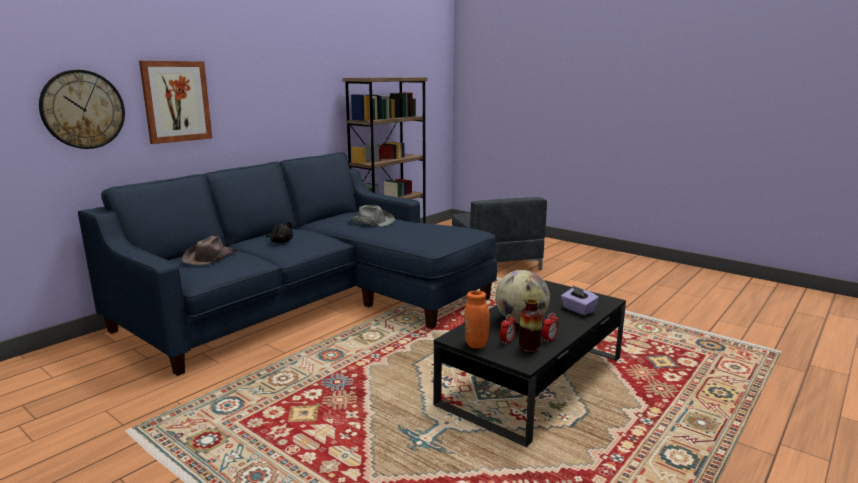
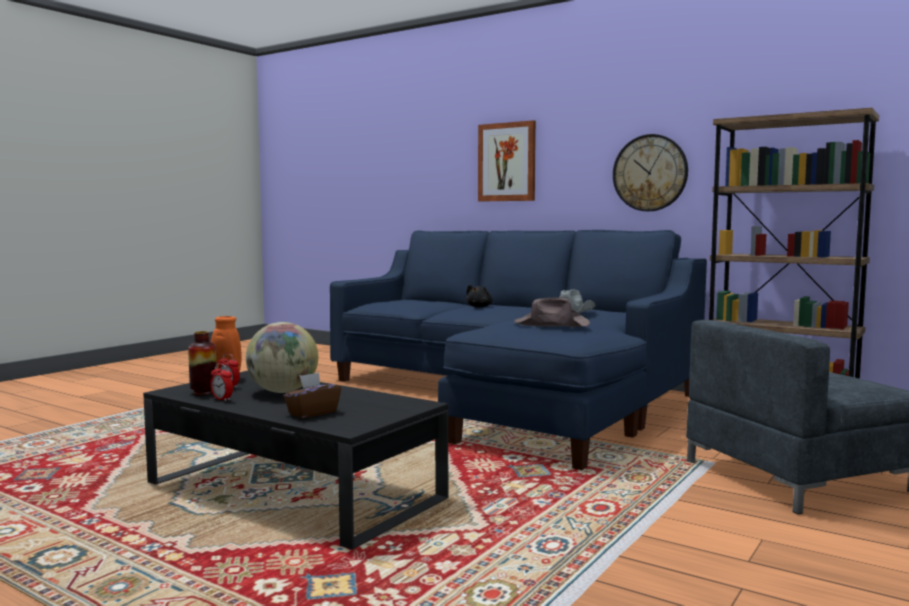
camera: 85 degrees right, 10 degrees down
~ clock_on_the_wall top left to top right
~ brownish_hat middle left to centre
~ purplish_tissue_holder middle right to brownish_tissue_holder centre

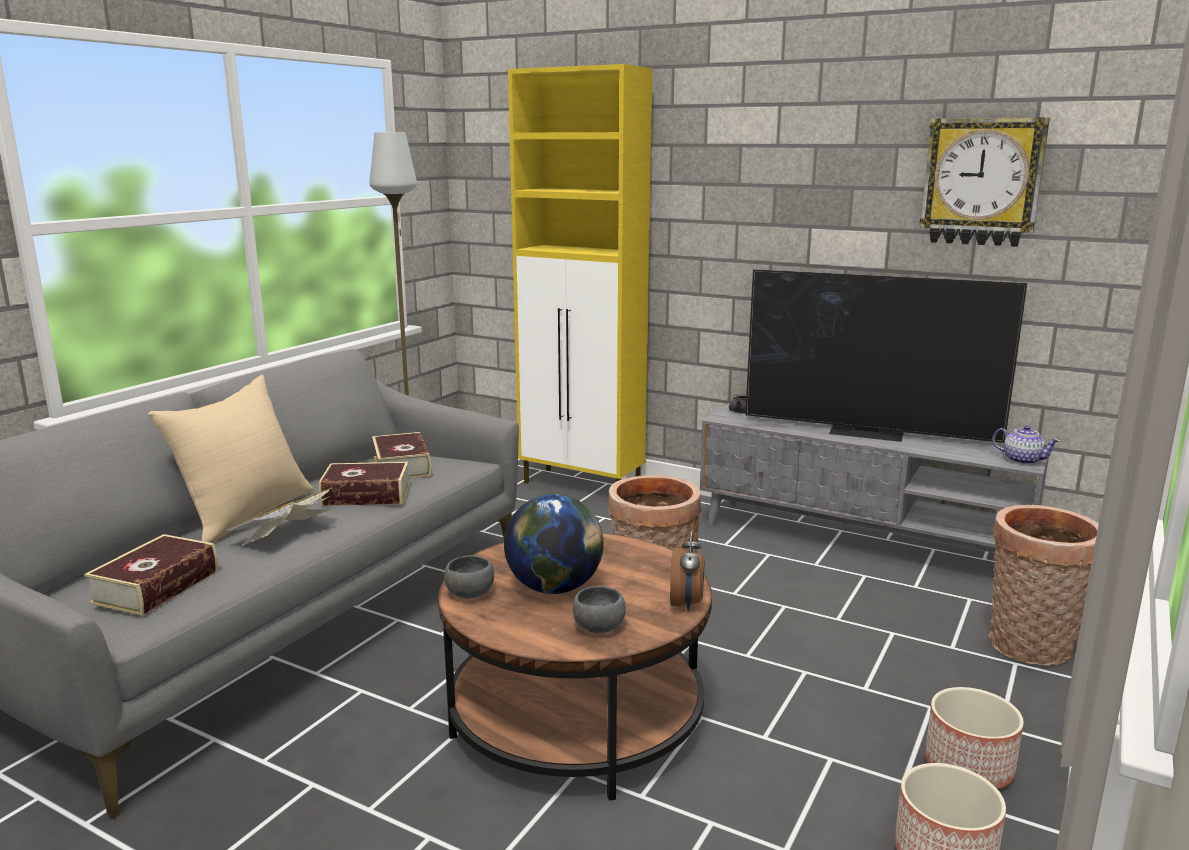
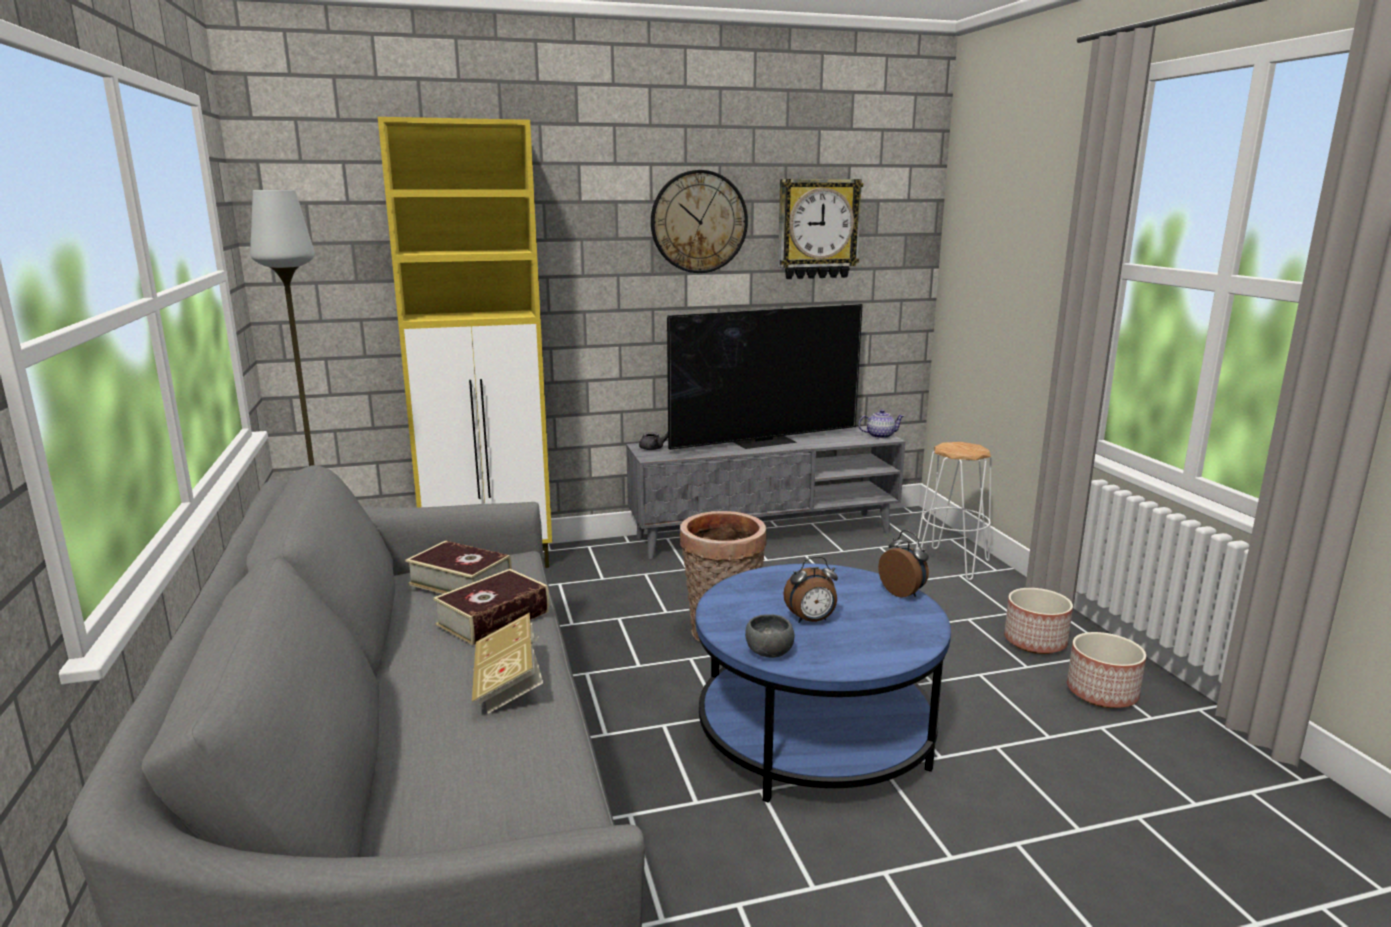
camera: 45 degrees left, 0 degrees up
- volume (1st from left) bottom left
- beige_cushion middle left
~ brownish_coffee_table bottom centre to blue_coffee_table bottom centre
~ globe centre to bedside_clock (1st from left) centre
- gray_bowl (2nd from left) bottom centre
~ storage_basket (2nd from left) bottom right to white_stool middle right
+ clock_on_the_wall (1st from left) top centre

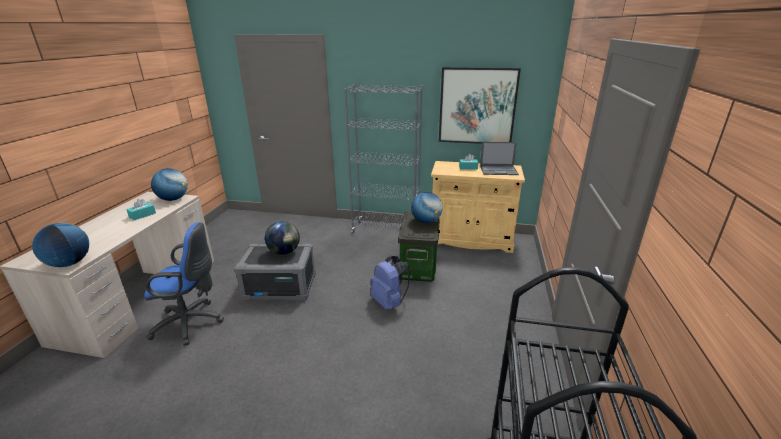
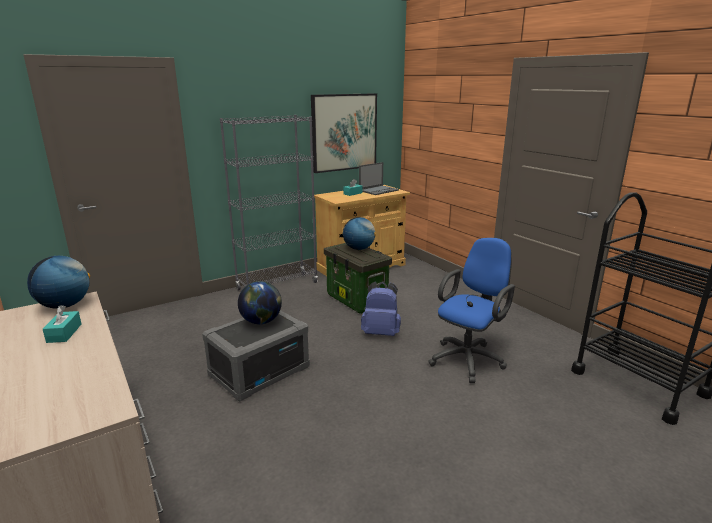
camera: 45 degrees left, 5 degrees down
- globe (1st from left) middle left
~ blue_desk_chair middle left to centre

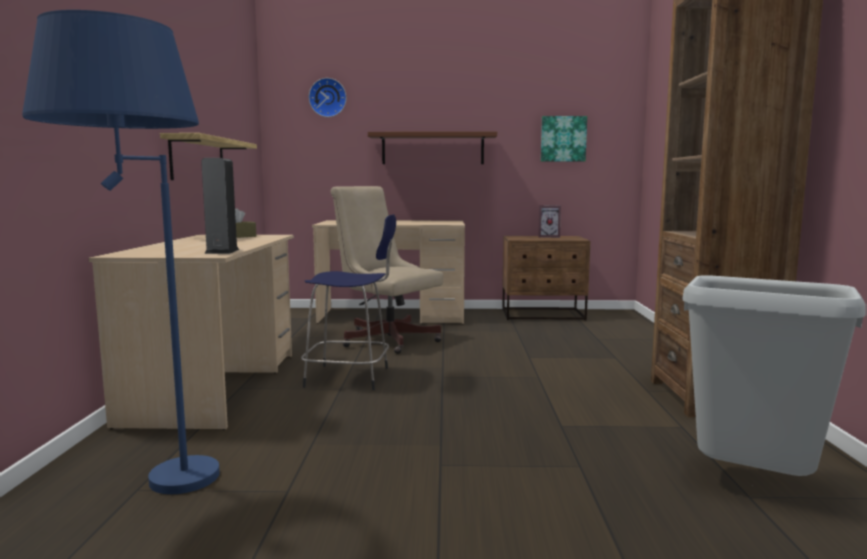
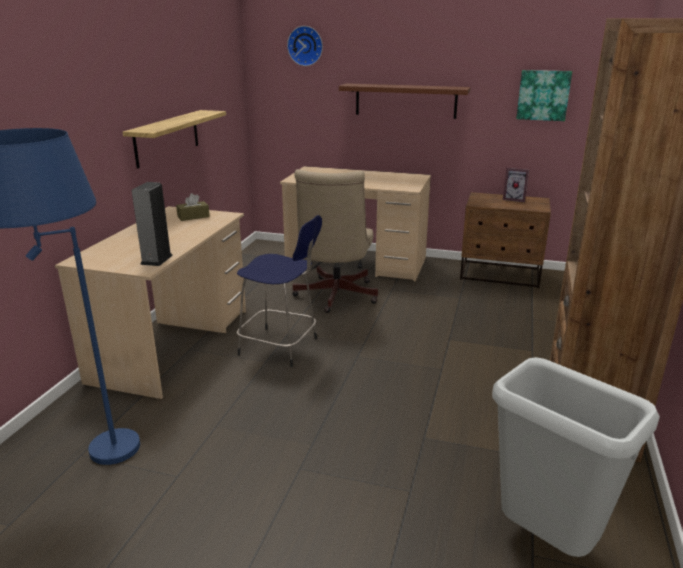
camera: 15 degrees right, 15 degrees up
~ beige_desk_chair centre = centre 135 degrees counterclockwise

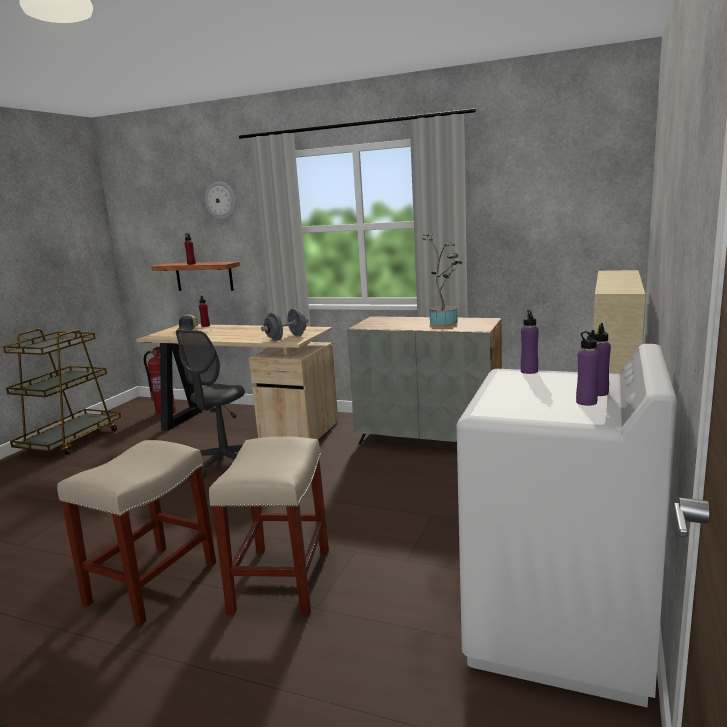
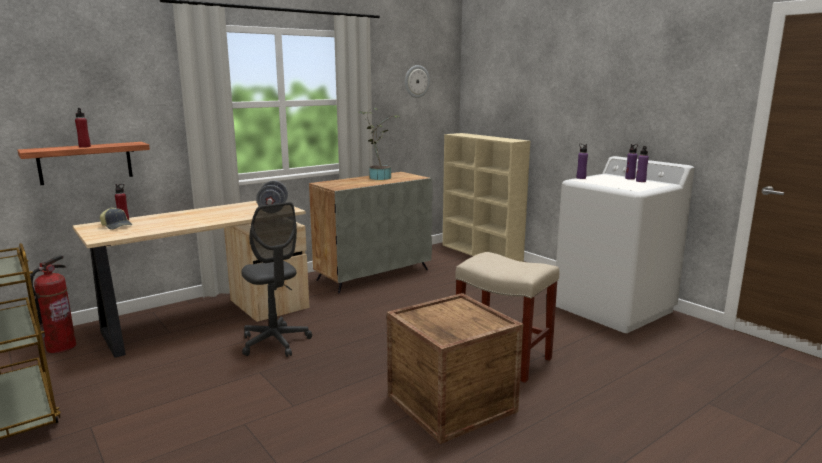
camera: 60 degrees left, 0 degrees up
~ beige_stool (1st from left) bottom left to shipping_crate bottom centre
~ clock_on_the_wall top left to top centre

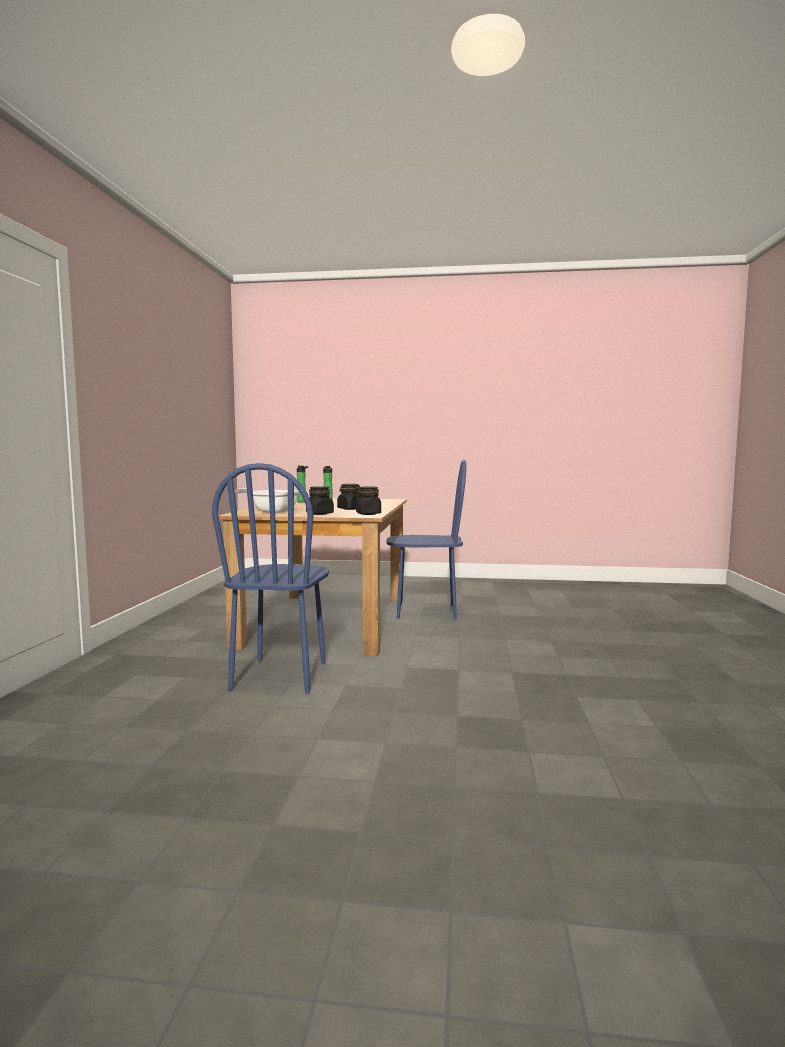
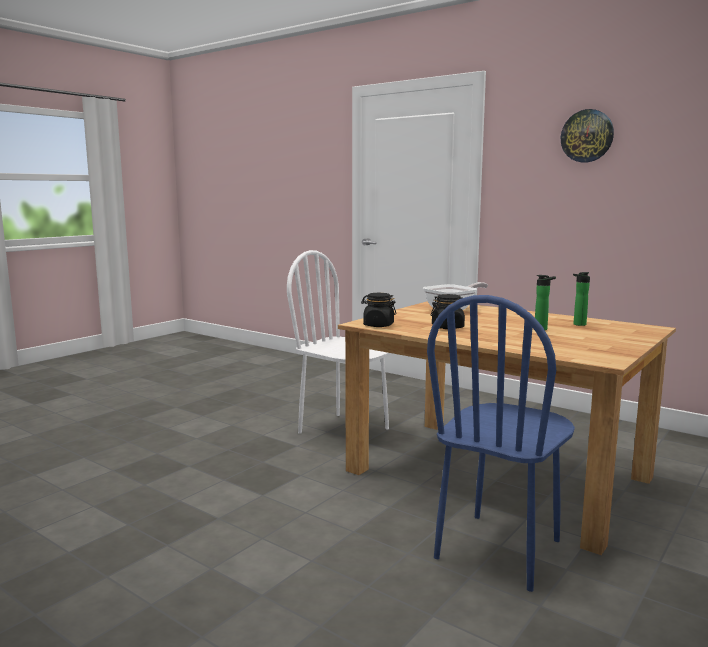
camera: 120 degrees right, 5 degrees up
~ blue_plain_chair (1st from left) centre to white_plain_chair centre
- blackish_jar (1st from left) centre
+ clock_on_the_wall top right

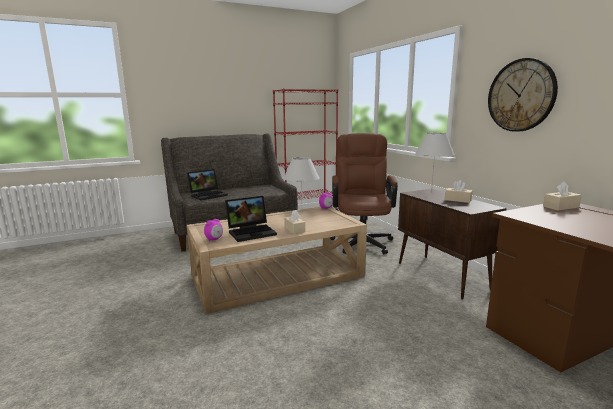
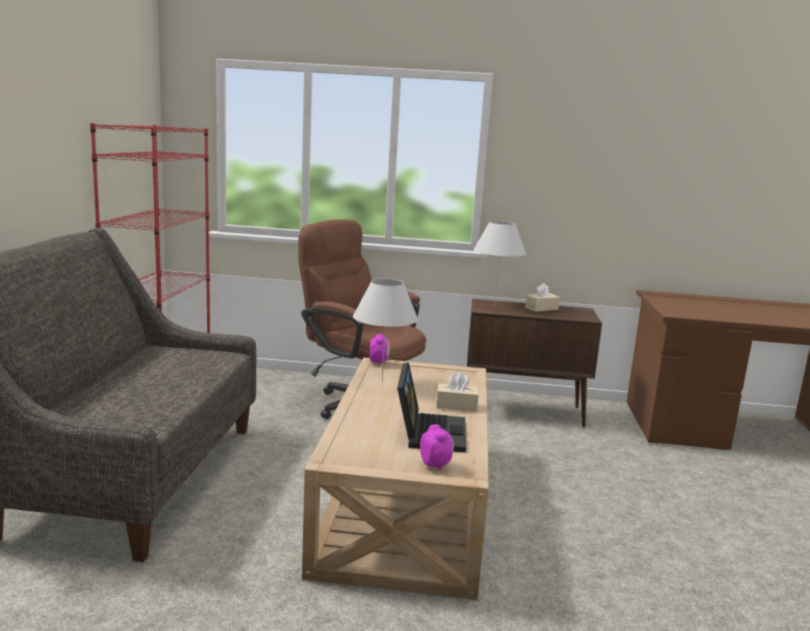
camera: 60 degrees left, 0 degrees up
- portable_computer (1st from left) centre
- clock_on_the_wall top right
- beige_tissue_holder (3rd from left) middle right

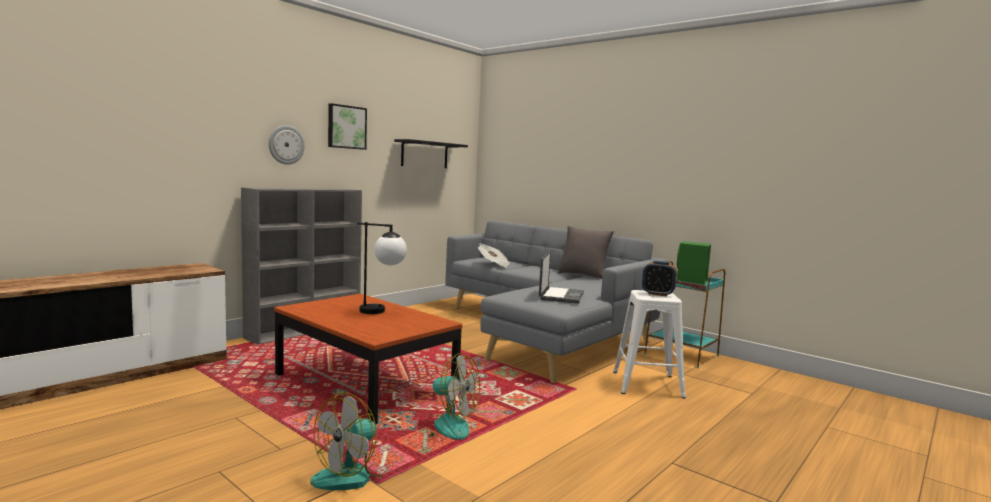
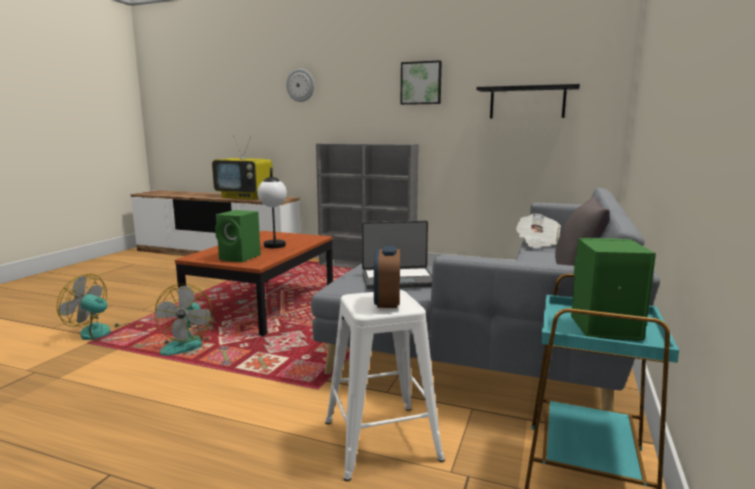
camera: 70 degrees right, 5 degrees up
~ clock_on_the_wall top left to top centre
+ television middle left
+ green_speaker (1st from left) middle left

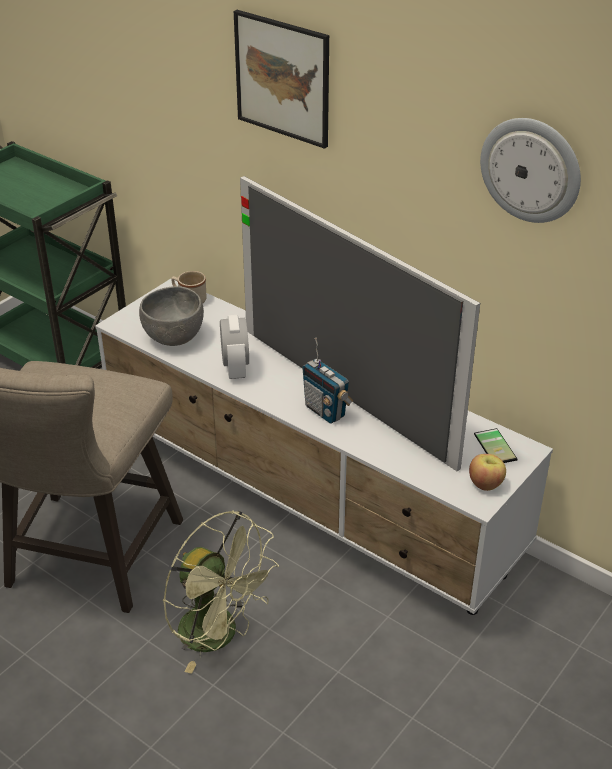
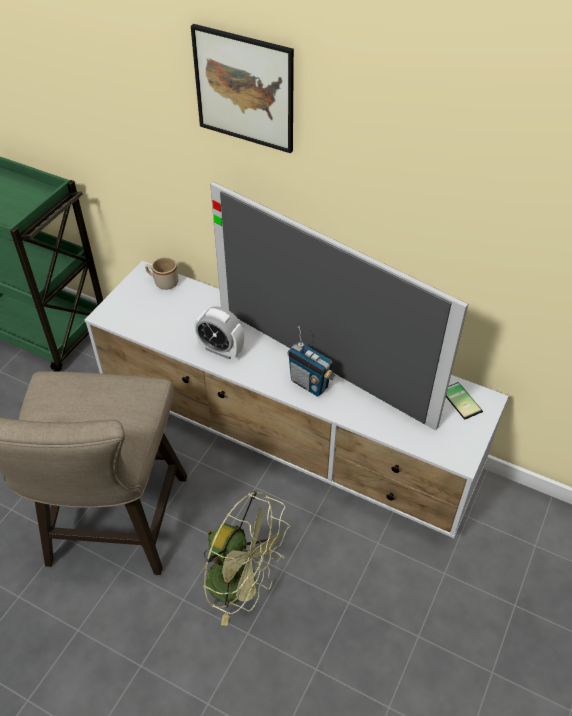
camera: 10 degrees left, 10 degrees up
- gray_bowl middle left
~ bedside_clock centre = centre 135 degrees clockwise
- whole_apple middle right
- clock_on_the_wall top right

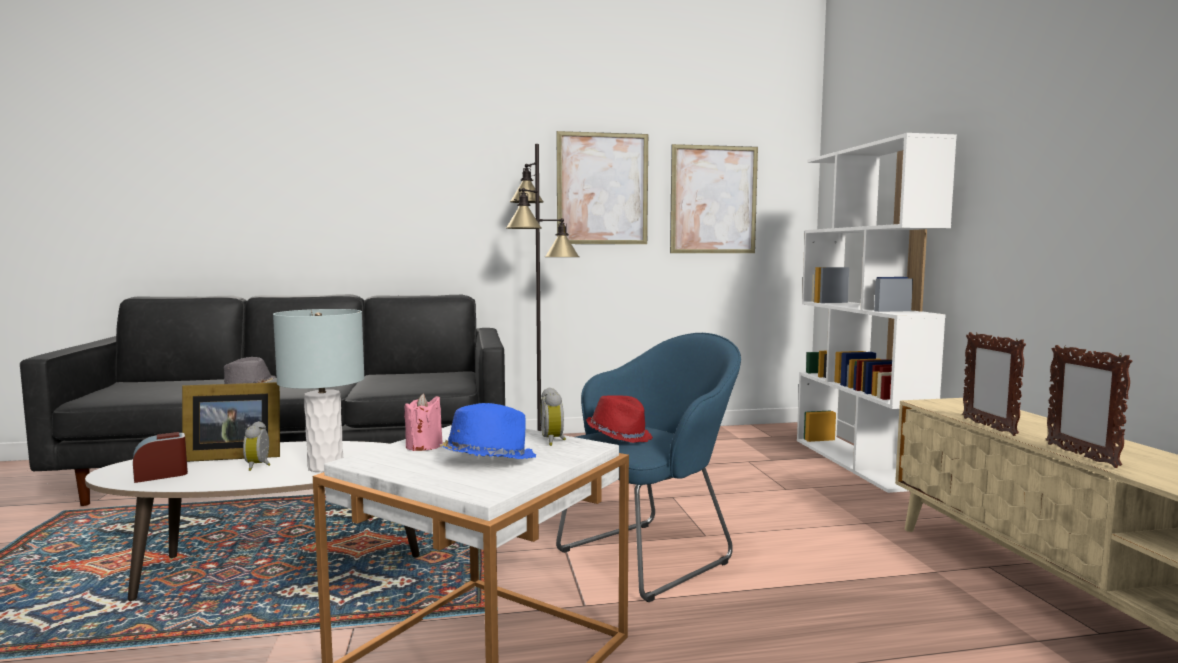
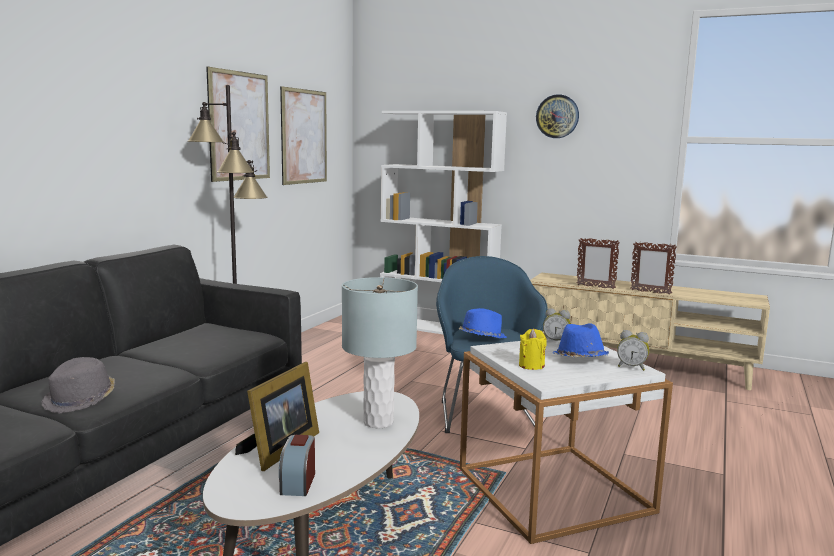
camera: 55 degrees left, 5 degrees up
~ bedside_clock (2nd from left in the first image) bottom left to bedside_clock (3rd from left) middle right
~ pinkish_wax_candle centre to yellow-coloured_wax_candle centre
~ red-coloured_hat centre to blue_hat (1st from left) centre
+ clock_on_the_wall top right

